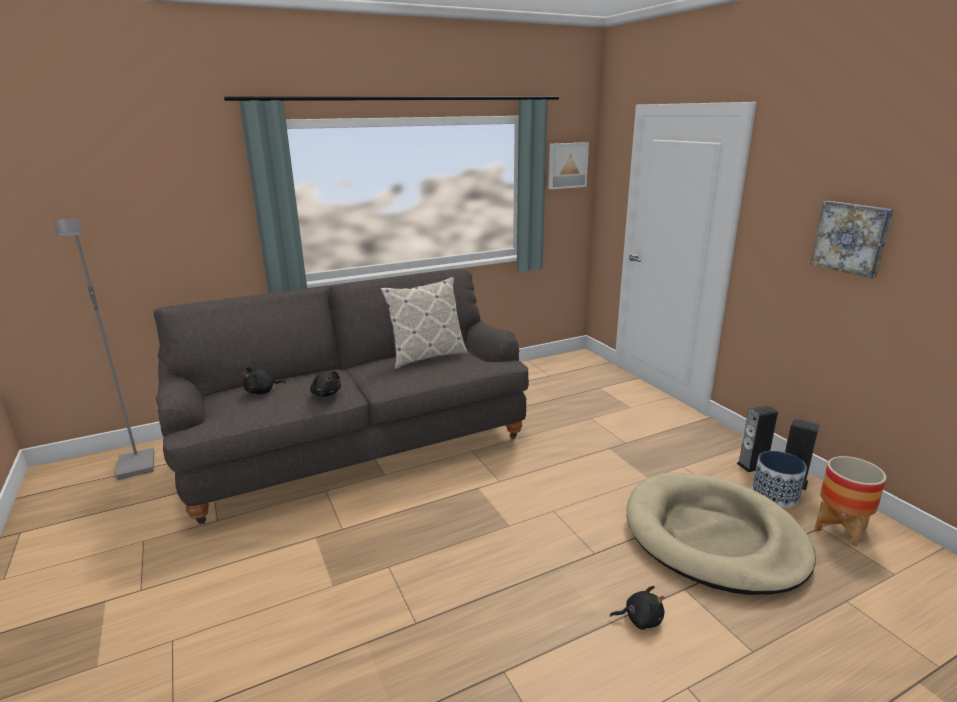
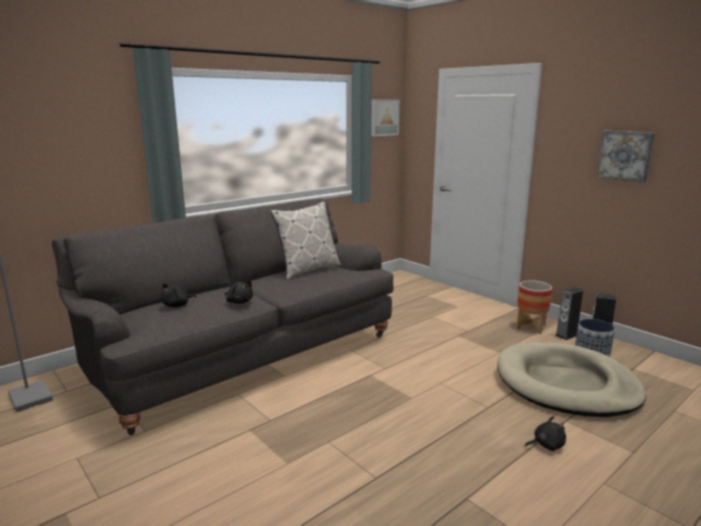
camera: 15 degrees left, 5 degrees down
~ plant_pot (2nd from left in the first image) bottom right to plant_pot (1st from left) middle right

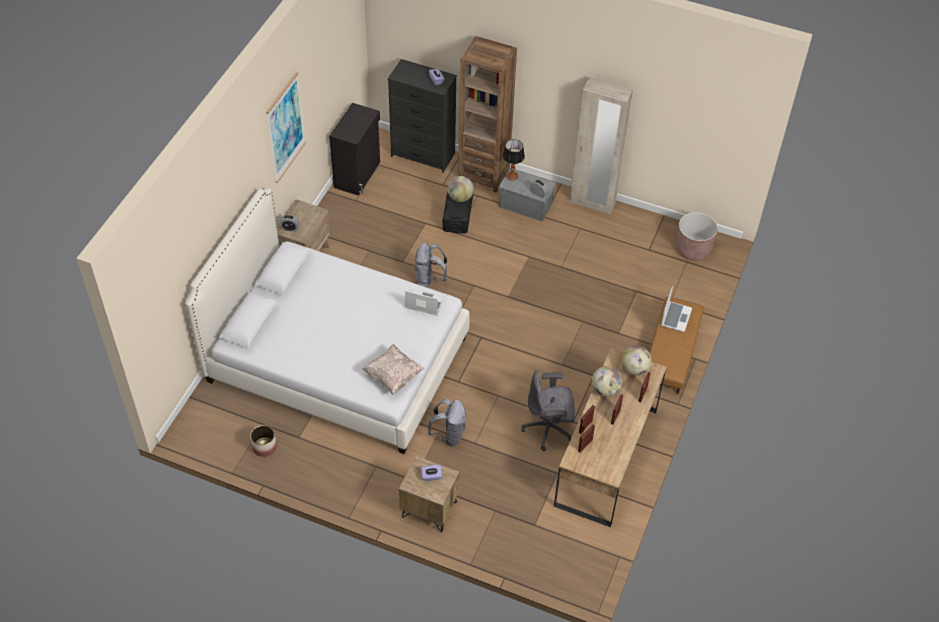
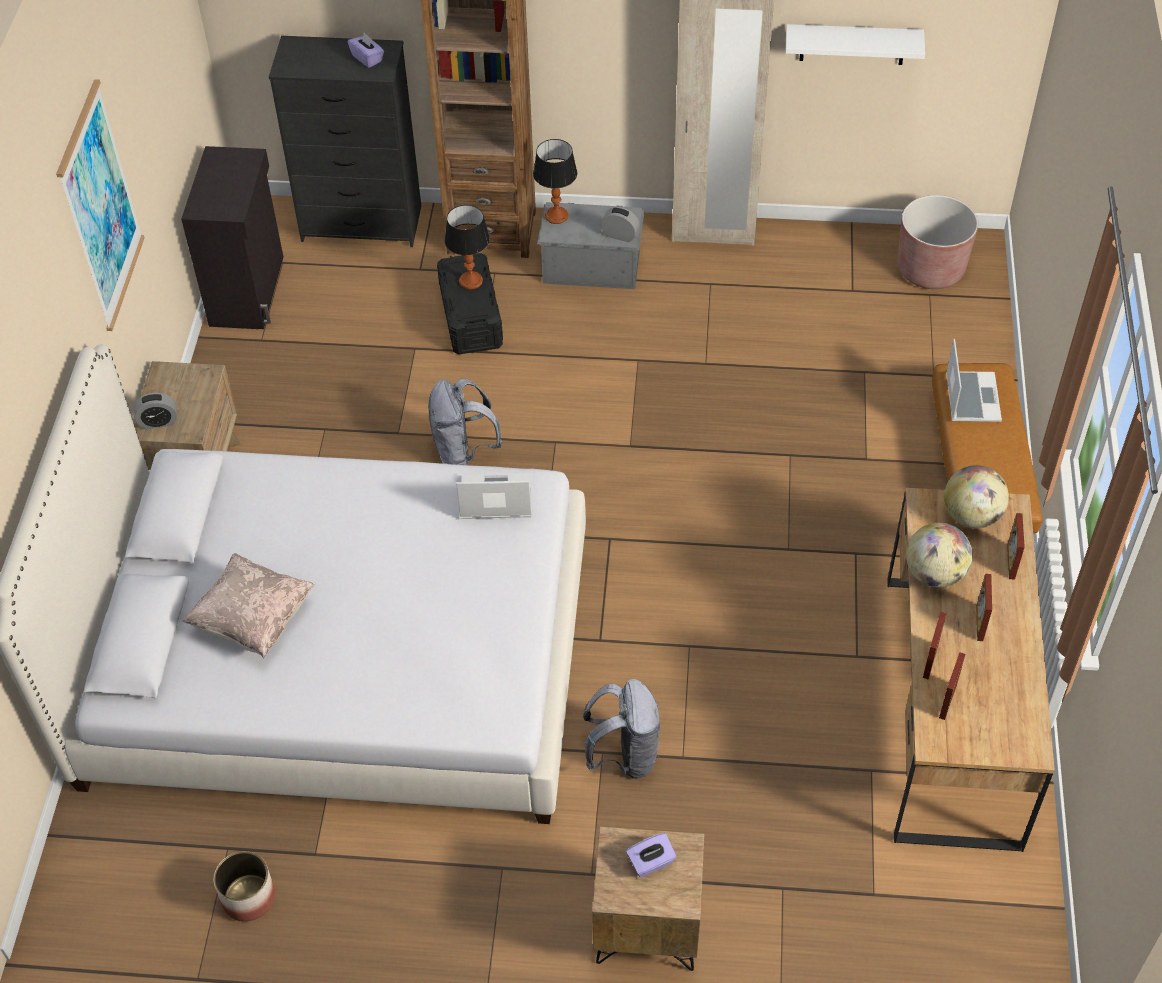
camera: 15 degrees left, 0 degrees up
~ beige_cushion centre to middle left
~ globe (1st from left) top centre to tabletop_lamp (1st from left) top centre
- gray_desk_chair centre
+ white_wall_shelf top right

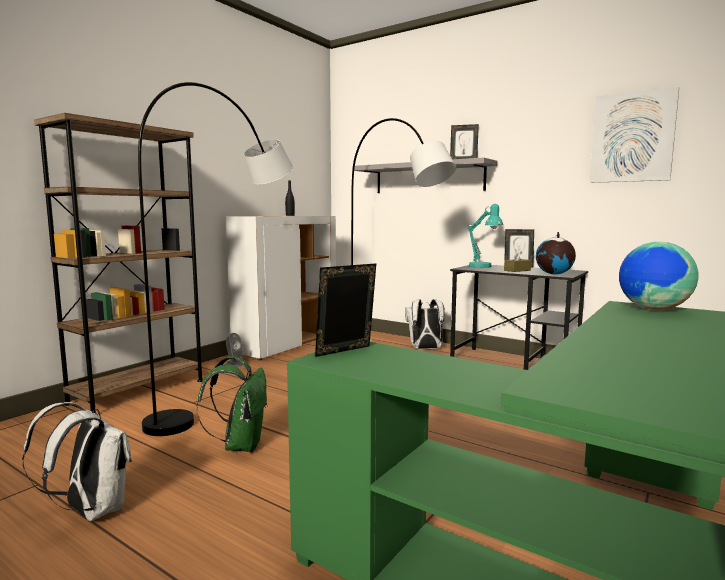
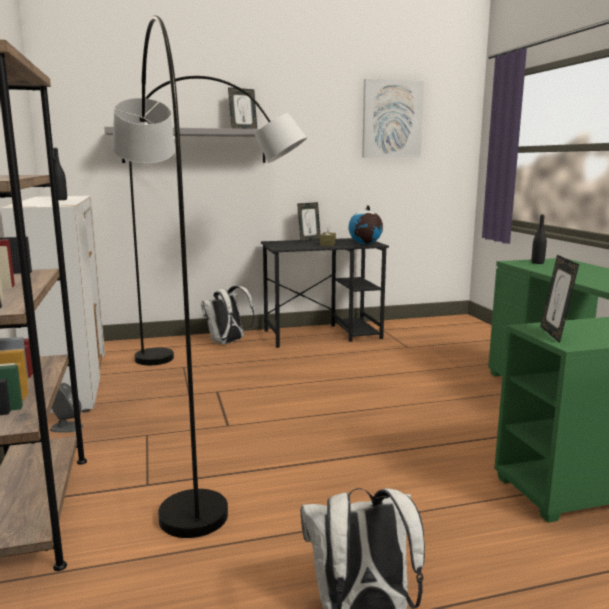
camera: 50 degrees left, 5 degrees up
- green_rucksack bottom left
- turquoise-coloured_tabletop_lamp middle right
~ globe (2nd from left) middle right to blackish_drink_bottle (2nd from left) middle right

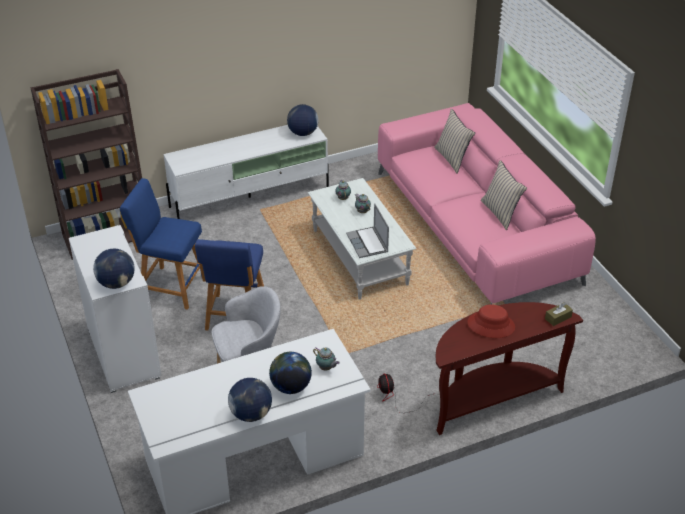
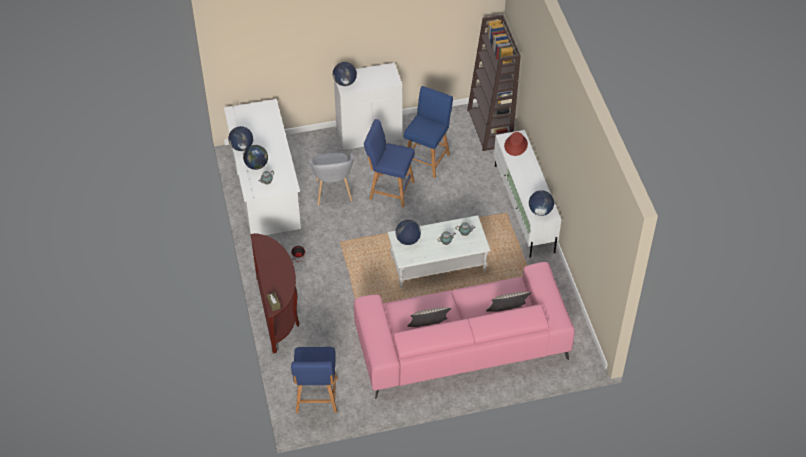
camera: 100 degrees right, 10 degrees up
~ portable_computer centre to globe (4th from left) centre
~ red-coloured_hat middle right to top centre
+ blue_stool (1st from left) bottom centre

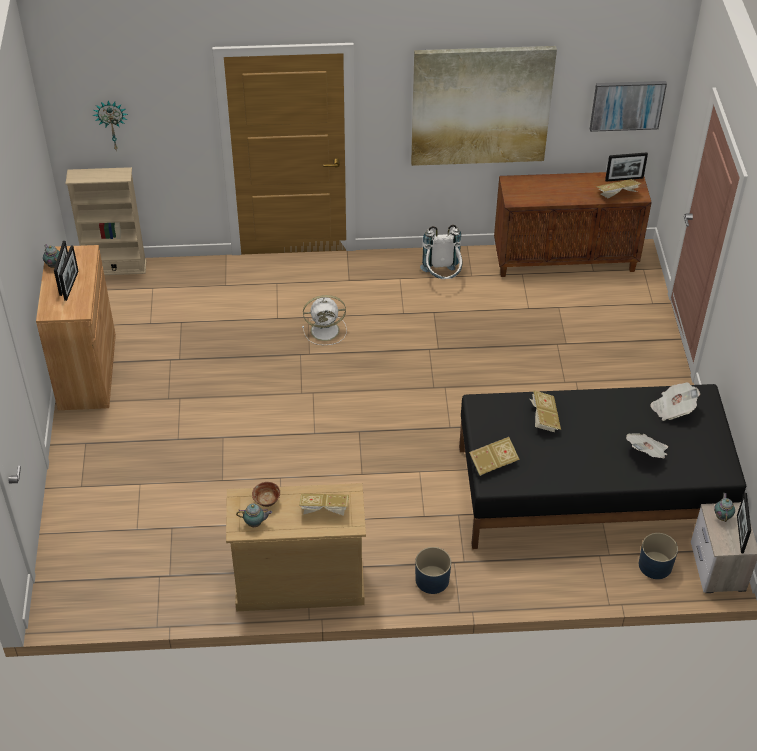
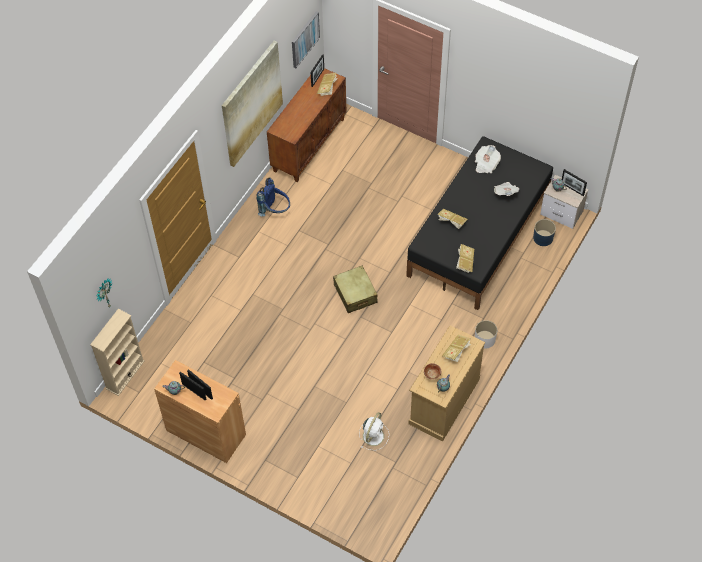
camera: 55 degrees left, 10 degrees up
~ white_electric_fan centre to bottom centre
~ blue_plant_pot (1st from left) bottom centre to white_plant_pot middle right
~ white_rucksack centre to blue_rucksack centre
+ beige_piece_of_luggage centre

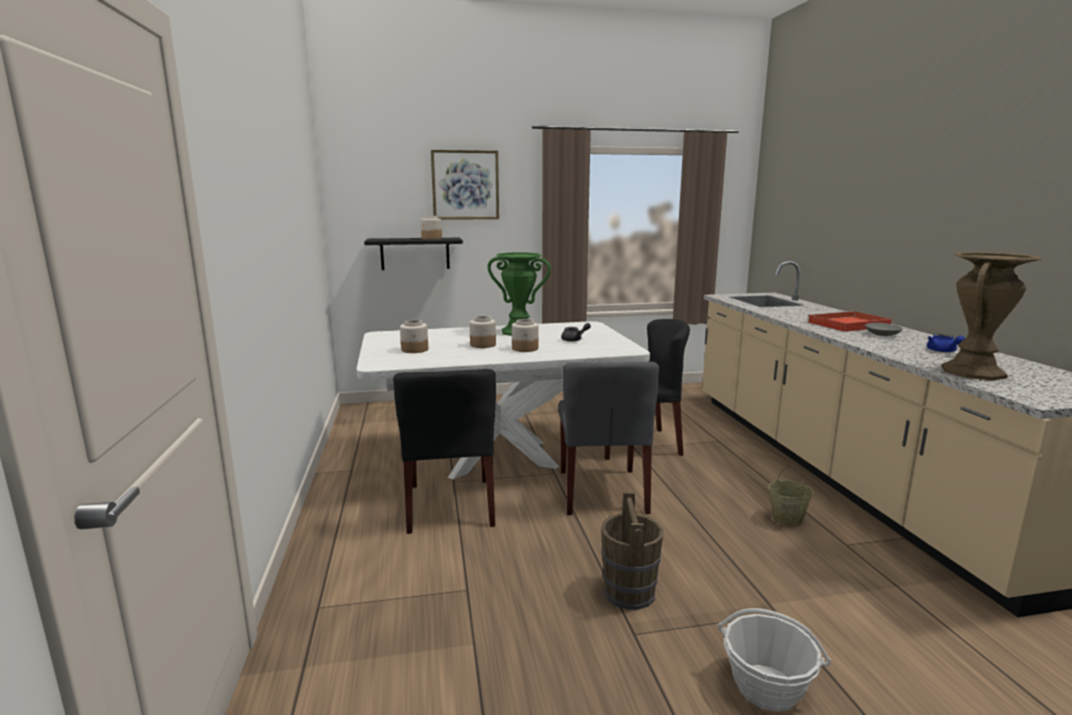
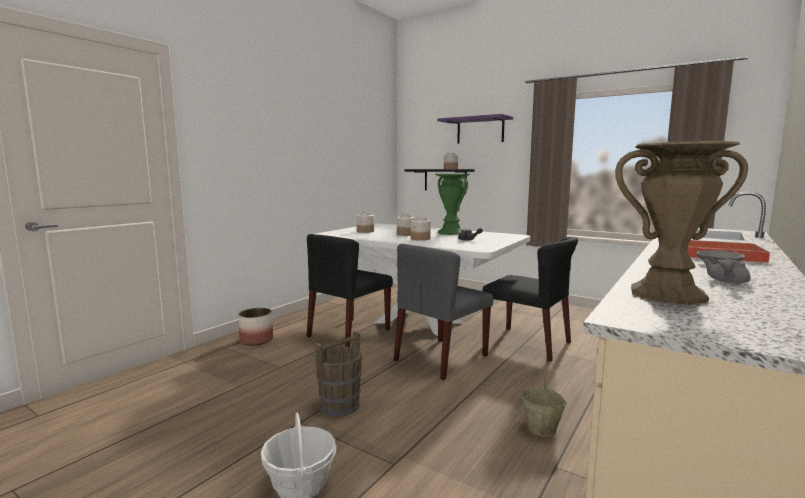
camera: 45 degrees right, 5 degrees down
~ wall_art top centre to purplish_wall_shelf top centre
~ blue_tea_pot middle right to gray_tea_pot (2nd from left) middle right
+ plant_pot middle left

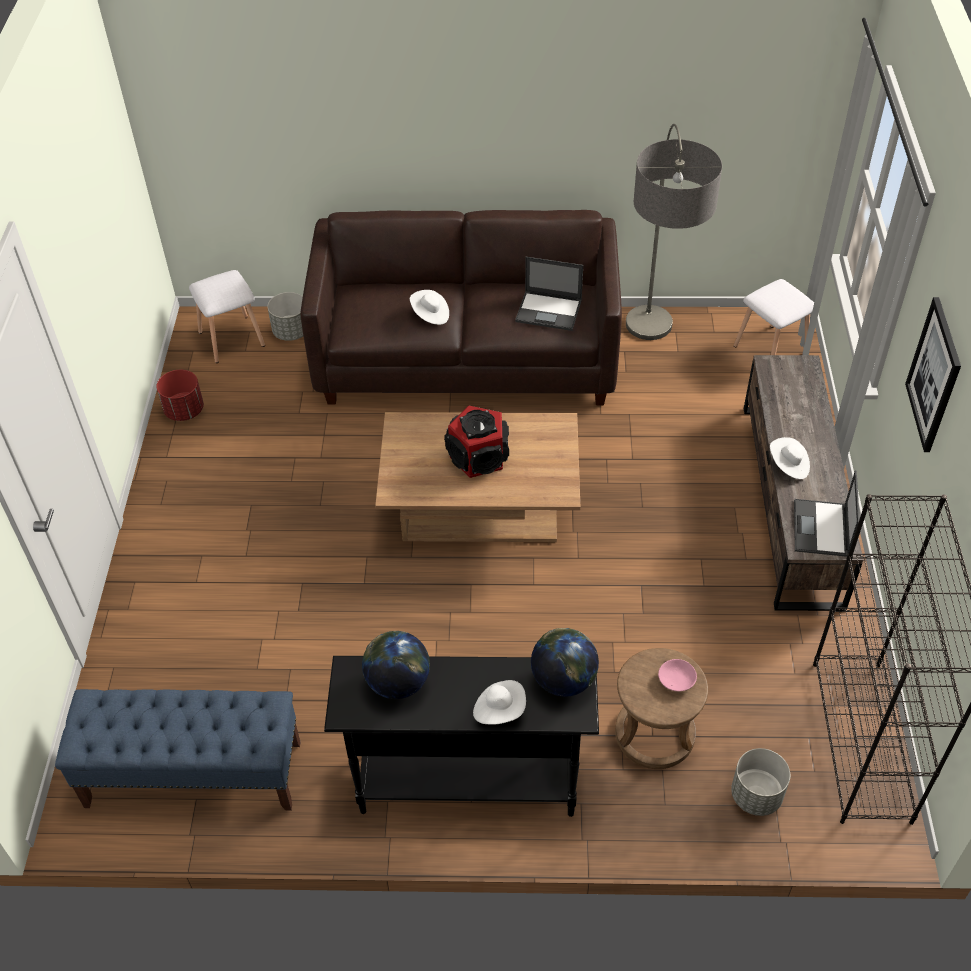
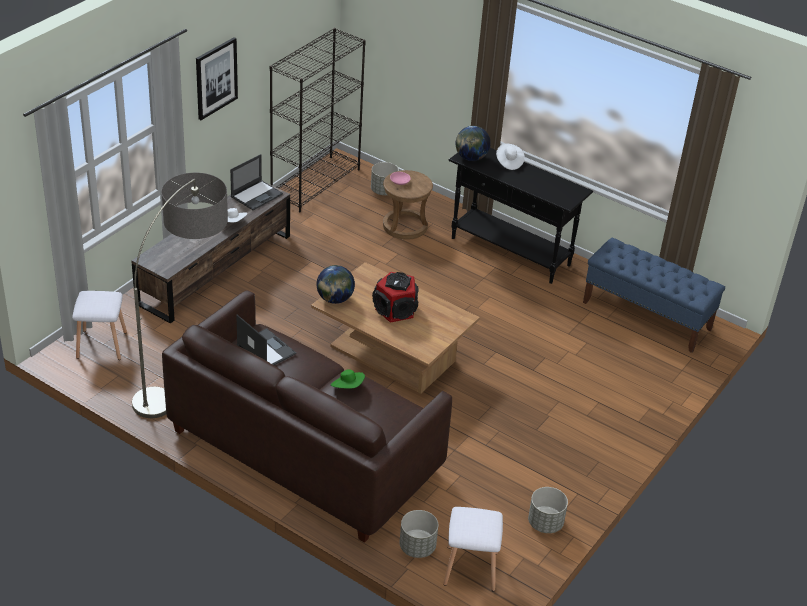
camera: 150 degrees left, 10 degrees down
~ red-coloured_plant_pot middle left to gray_plant_pot (3rd from left) bottom right
~ globe (1st from left) bottom centre to centre
~ white_hat (1st from left) top centre to green_hat centre

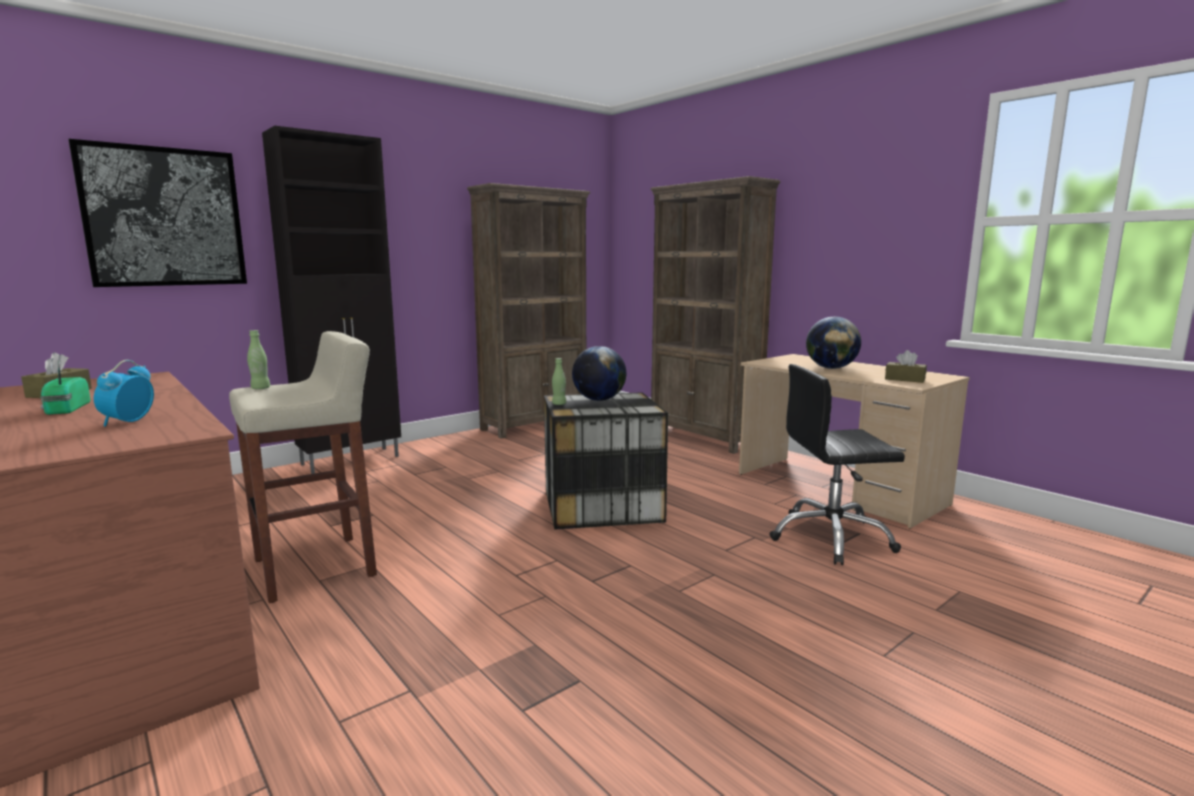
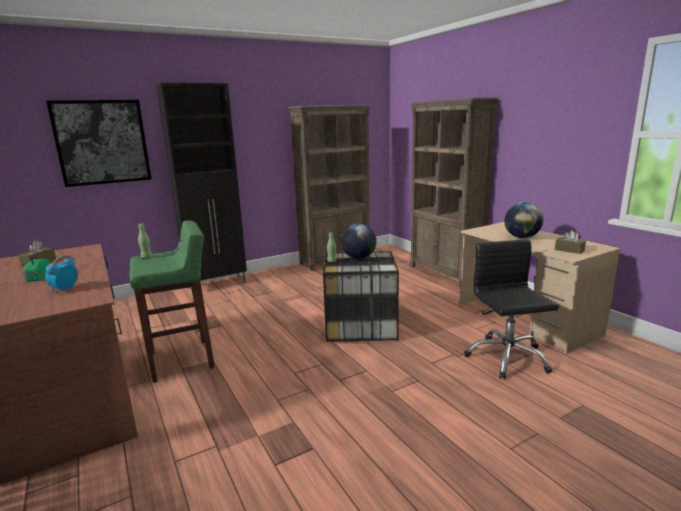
camera: 10 degrees right, 5 degrees up
~ beige_stool middle left to green_stool middle left
~ blackish_desk_chair middle right = middle right 75 degrees clockwise

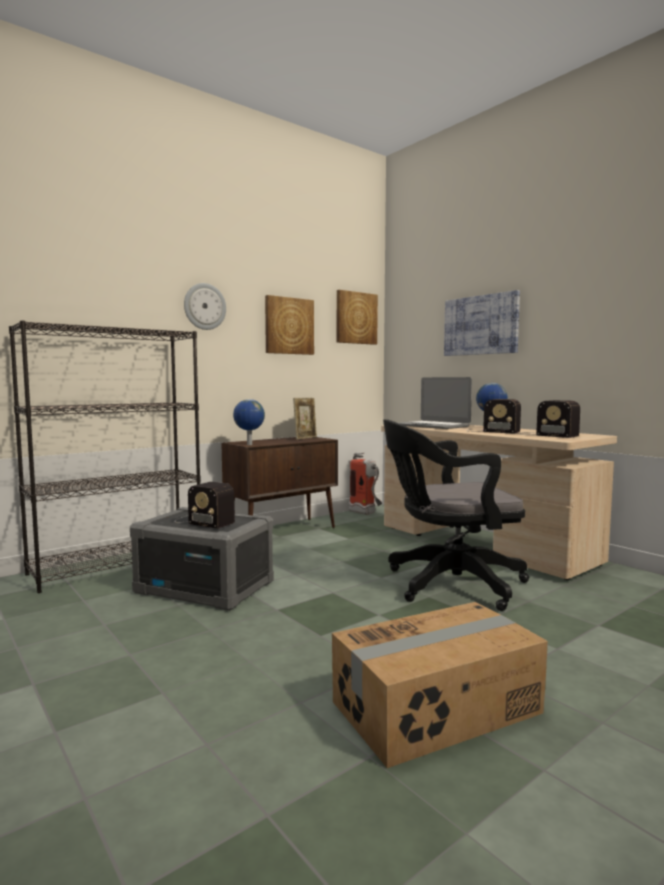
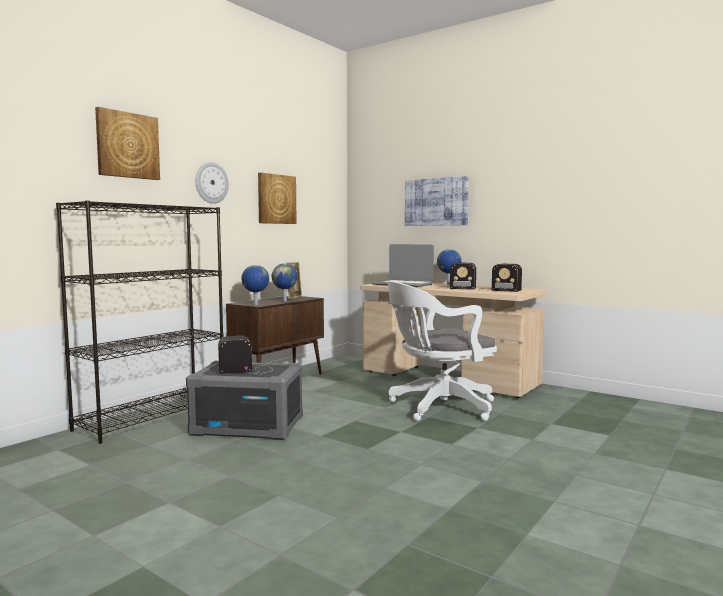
camera: 15 degrees left, 0 degrees up
~ radio_set (1st from left) middle left = centre 150 degrees clockwise
- cardboard_box bottom centre
~ wall_art (2nd from left in the first image) centre to wall_art (1st from left) top left
- fire_extinguisher centre
~ blackish_desk_chair middle right to white_desk_chair centre
+ globe (2nd from left) centre

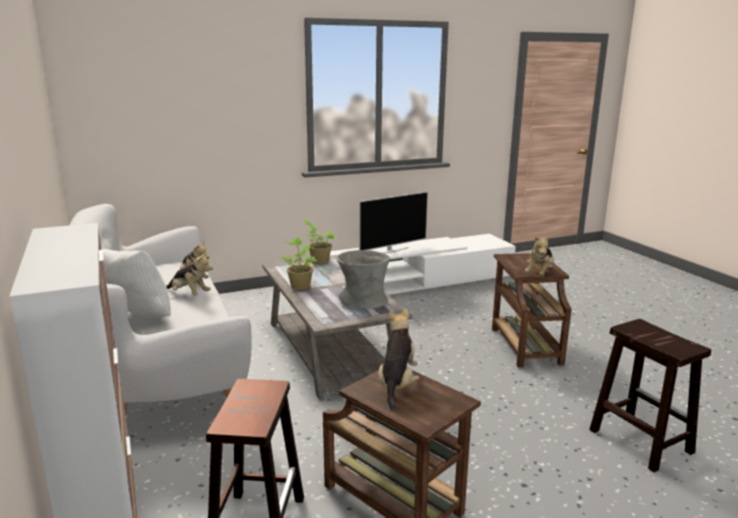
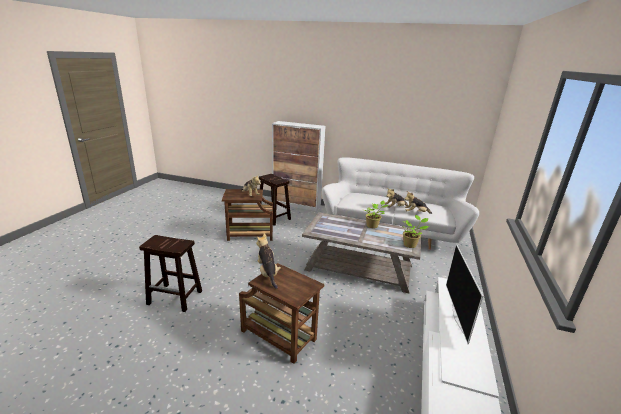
camera: 130 degrees right, 5 degrees up
- white_cushion middle left
- gray_vase centre

